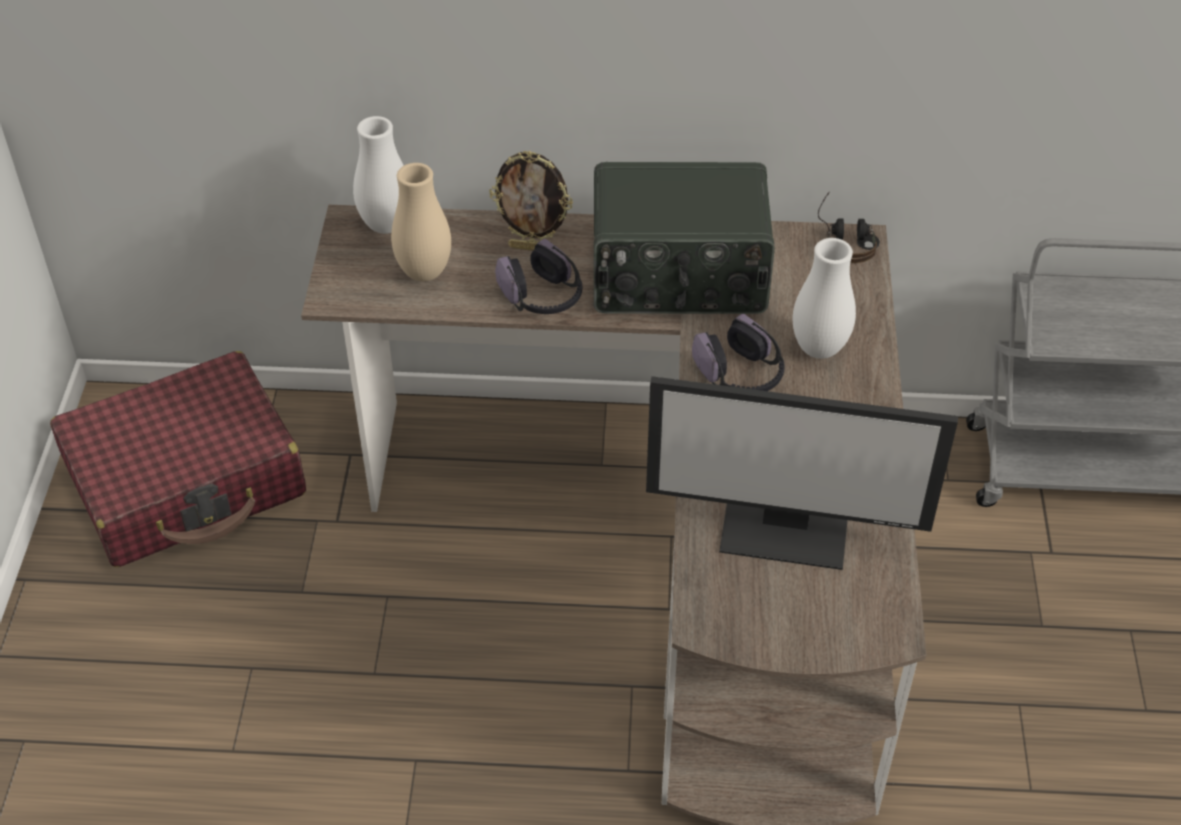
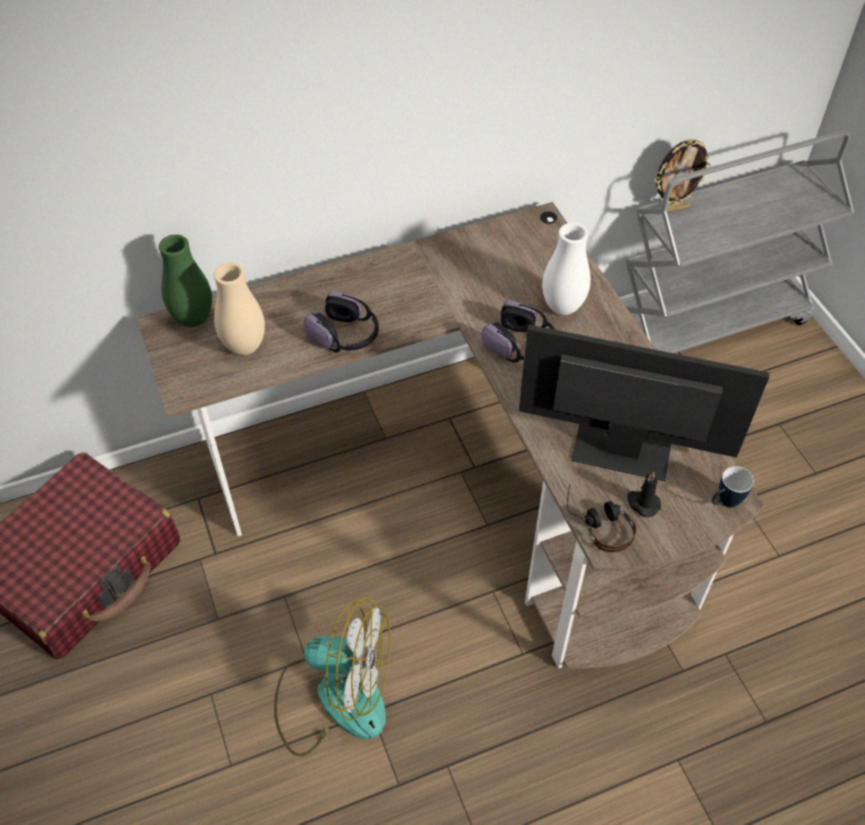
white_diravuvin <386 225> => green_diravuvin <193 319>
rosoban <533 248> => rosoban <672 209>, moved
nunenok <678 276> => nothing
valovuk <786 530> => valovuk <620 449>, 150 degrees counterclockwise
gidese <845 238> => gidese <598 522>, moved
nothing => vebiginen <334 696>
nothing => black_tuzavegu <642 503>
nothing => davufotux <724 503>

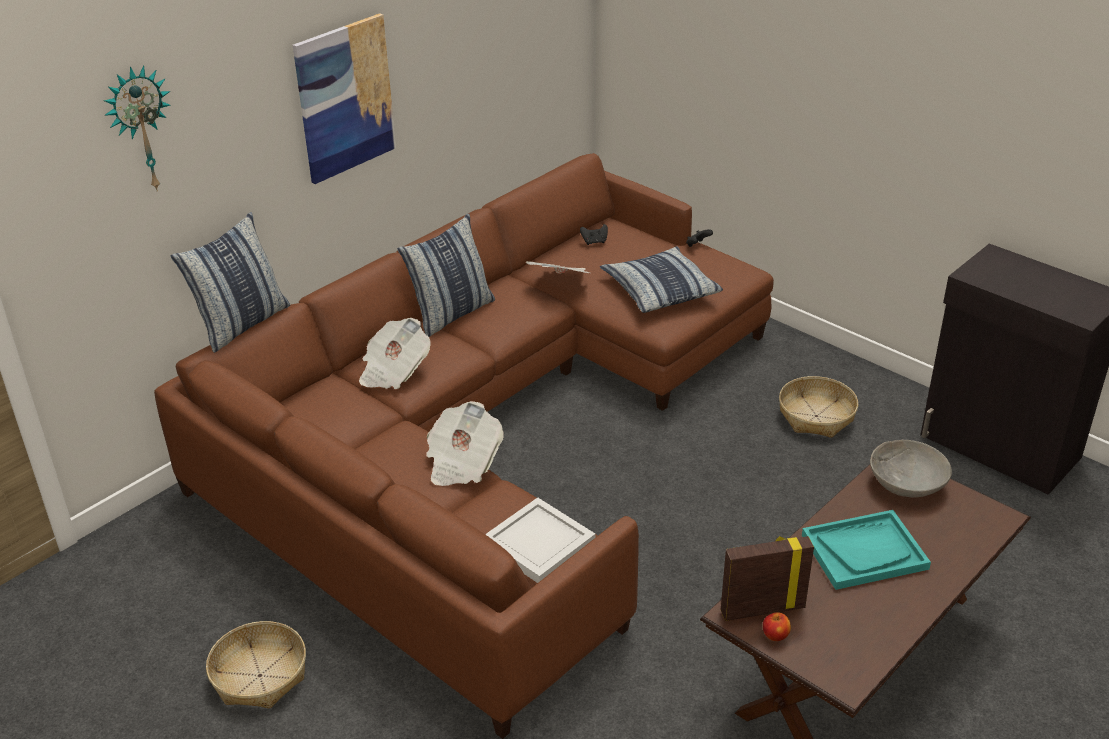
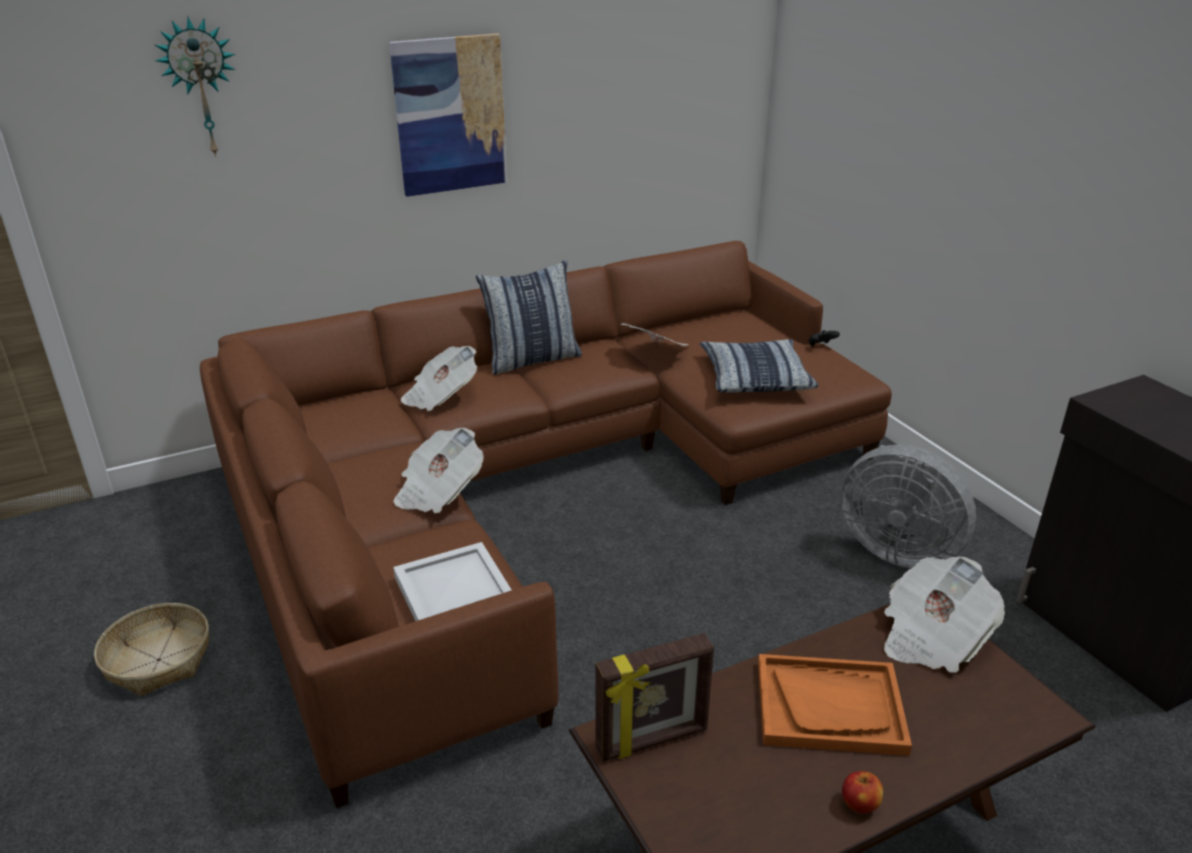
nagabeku <242 324> => nothing
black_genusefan <594 242> => nothing
rosoban <762 608> => rosoban <652 740>, 150 degrees clockwise
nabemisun <775 636> => nabemisun <859 804>, moved
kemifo <816 416> => grey_vebiginen <897 549>
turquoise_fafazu <864 552> => orange_fafazu <830 707>
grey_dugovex <906 483> => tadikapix <931 637>

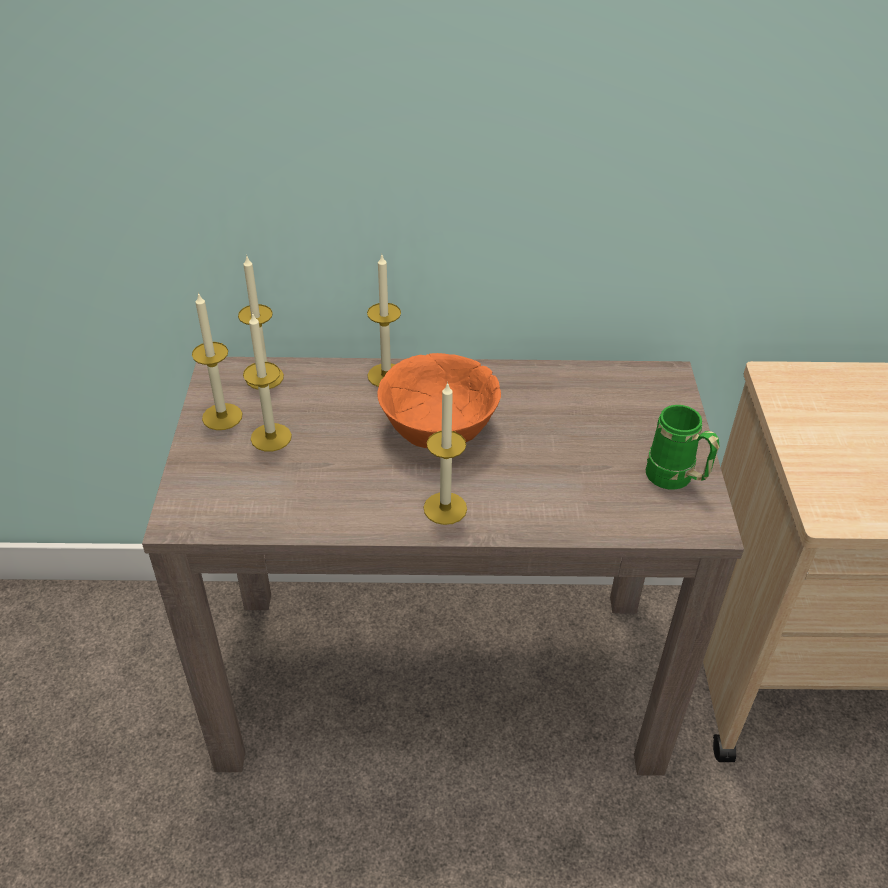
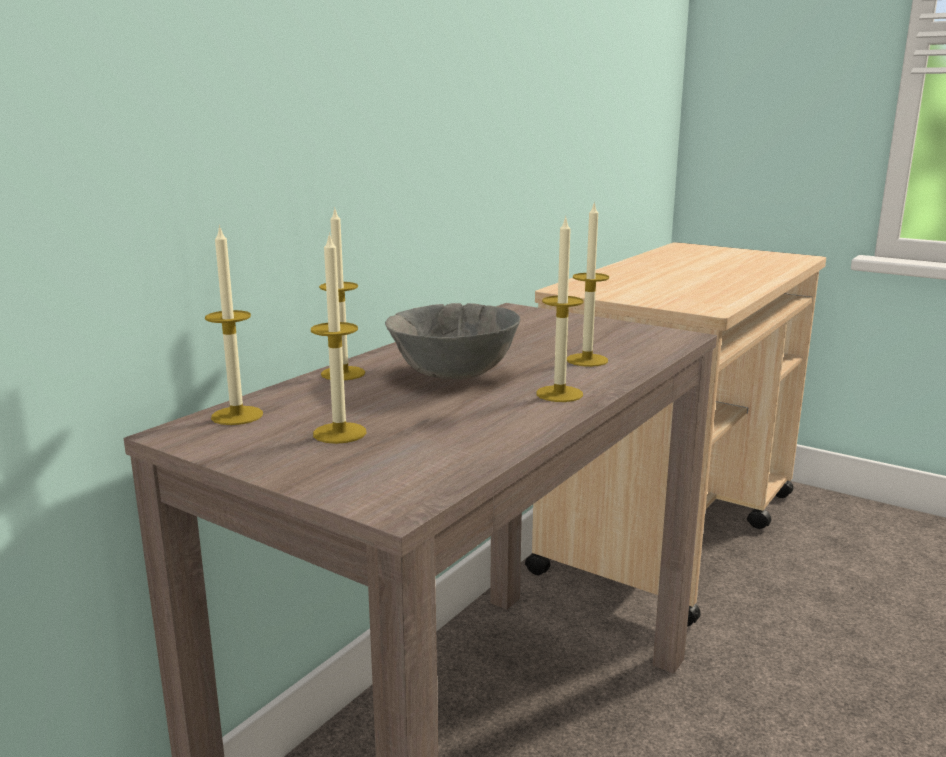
tuzavegu <222 416> => tuzavegu <587 360>, moved
orange_dugovex <437 430> => grey_dugovex <453 374>
green_davufotux <675 480> => nothing

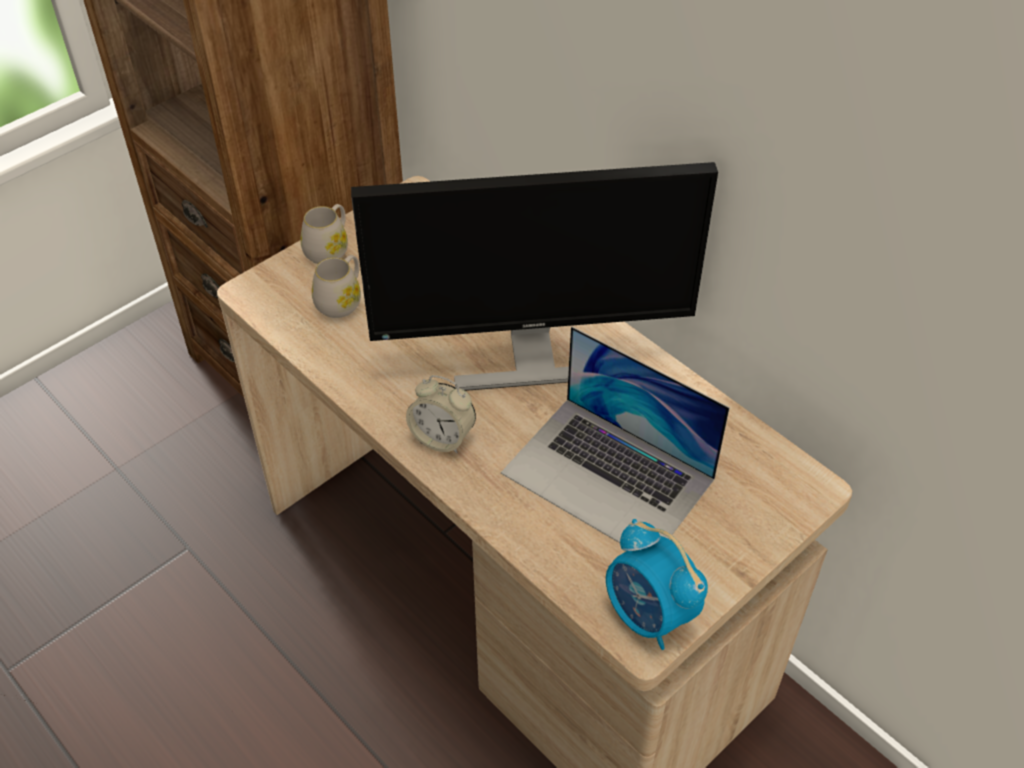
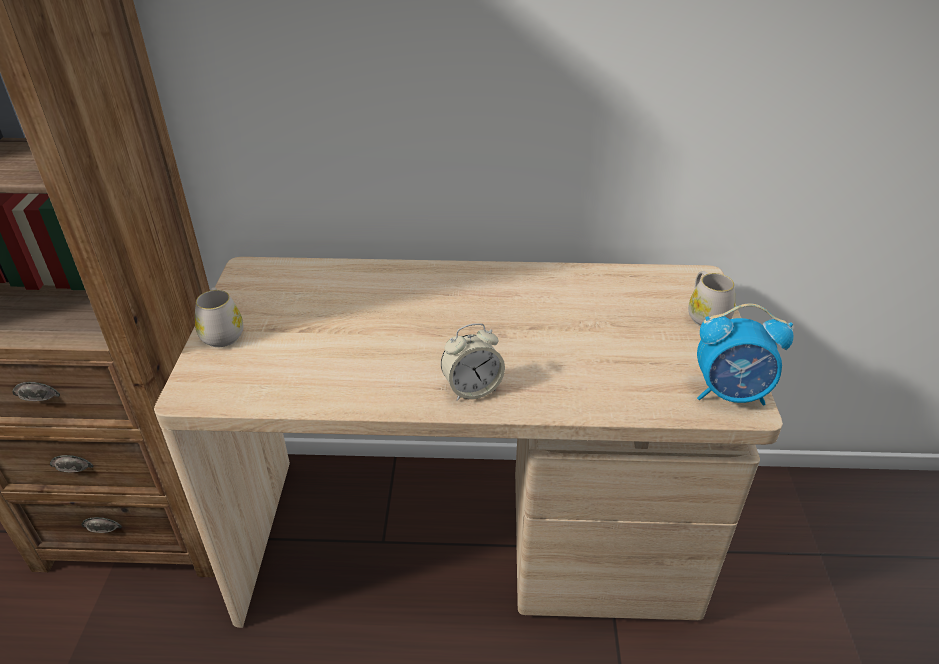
white_davufotux <342 301> => white_davufotux <705 315>, moved
valovuk <531 358> => nothing
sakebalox <608 476> => nothing

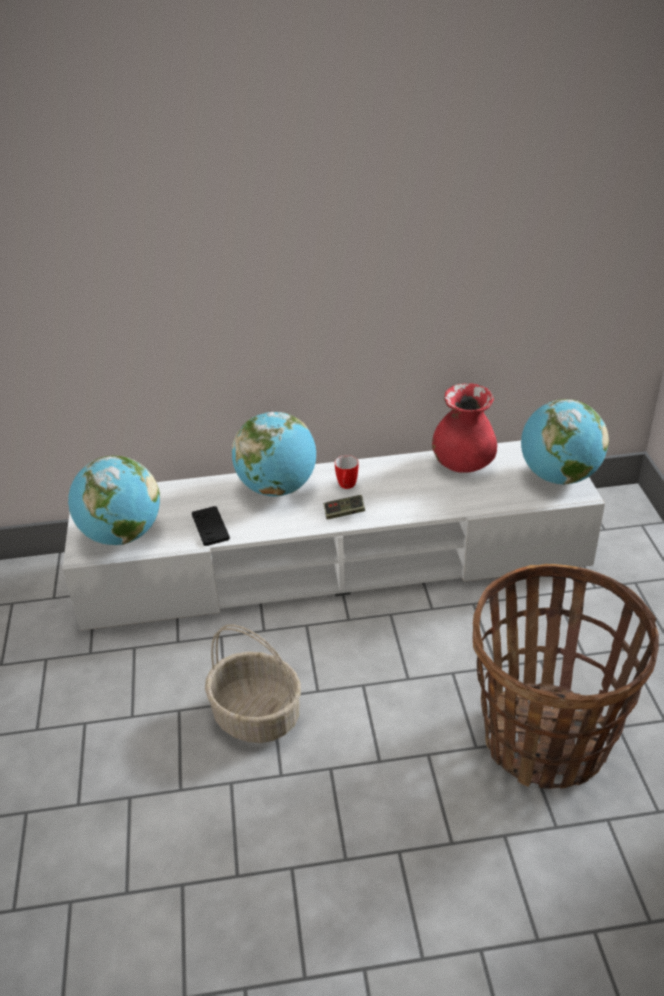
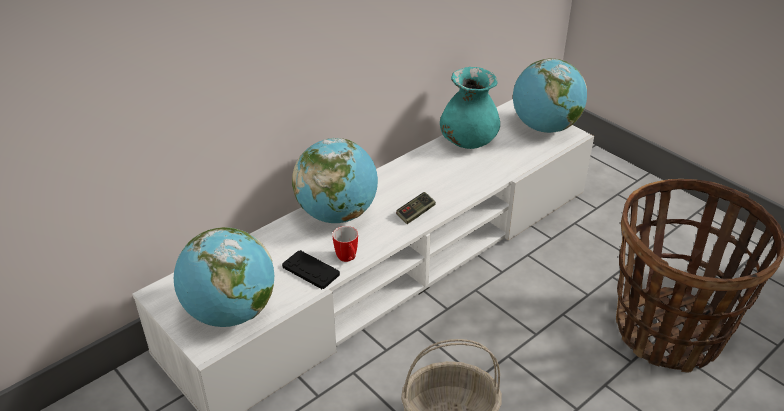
davufotux <346 487> => davufotux <348 259>, moved
red_diravuvin <463 464> => turquoise_diravuvin <468 142>

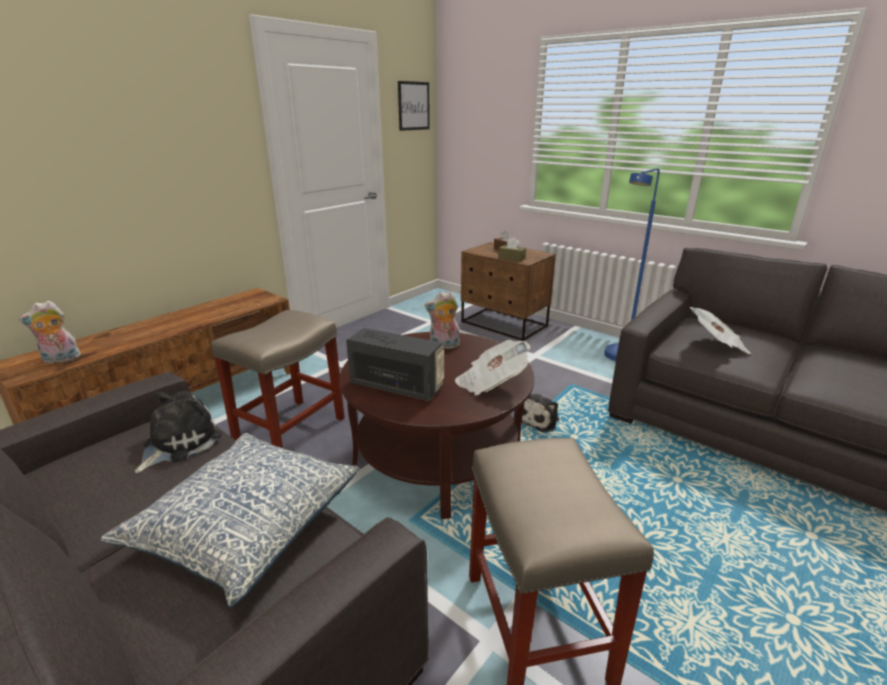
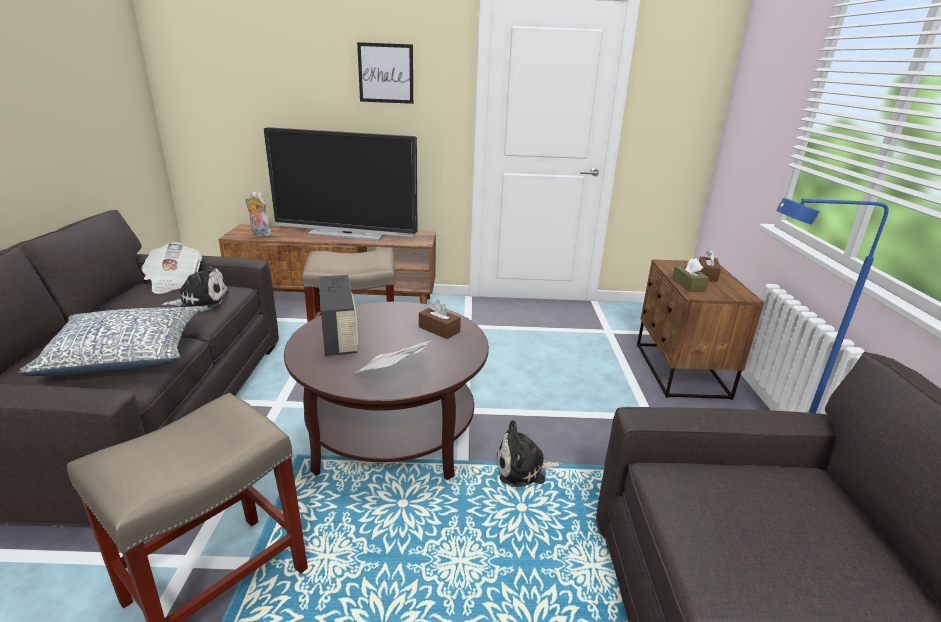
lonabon <413 106> => lonabon <386 73>, moved
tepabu <444 346> => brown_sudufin <439 329>
tadikapix <716 344> => tadikapix <174 282>, moved
nothing => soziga <347 234>

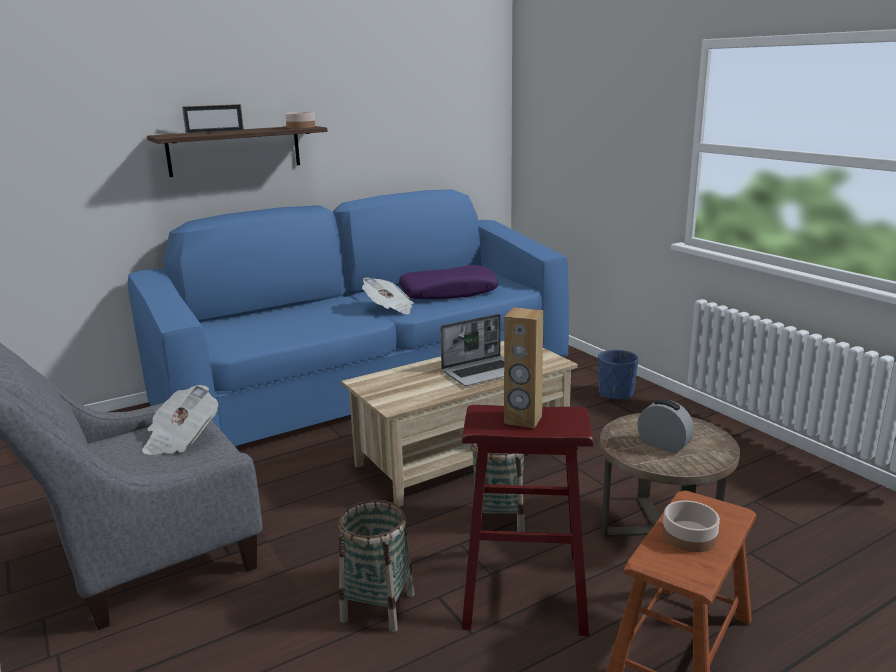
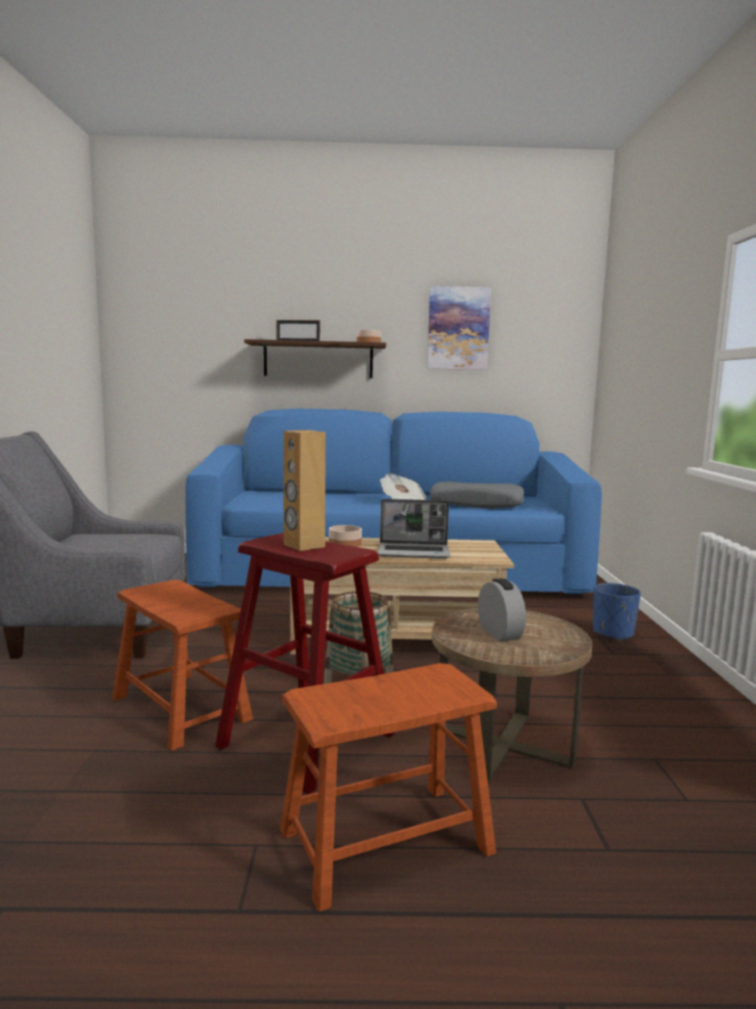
tadikapix <181 439> => nothing
kemifo <378 607> => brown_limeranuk <180 708>
purple_nagabeku <448 293> => grey_nagabeku <476 504>
dugovex <688 536> => dugovex <344 543>, moved
nothing => lonabon <458 328>

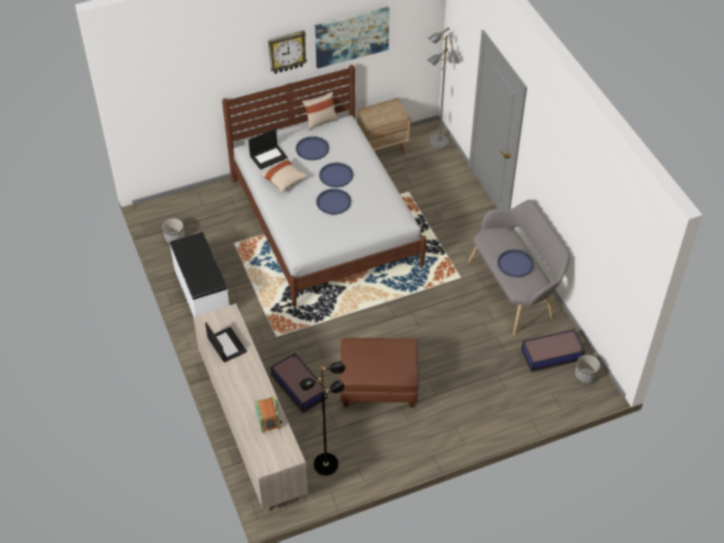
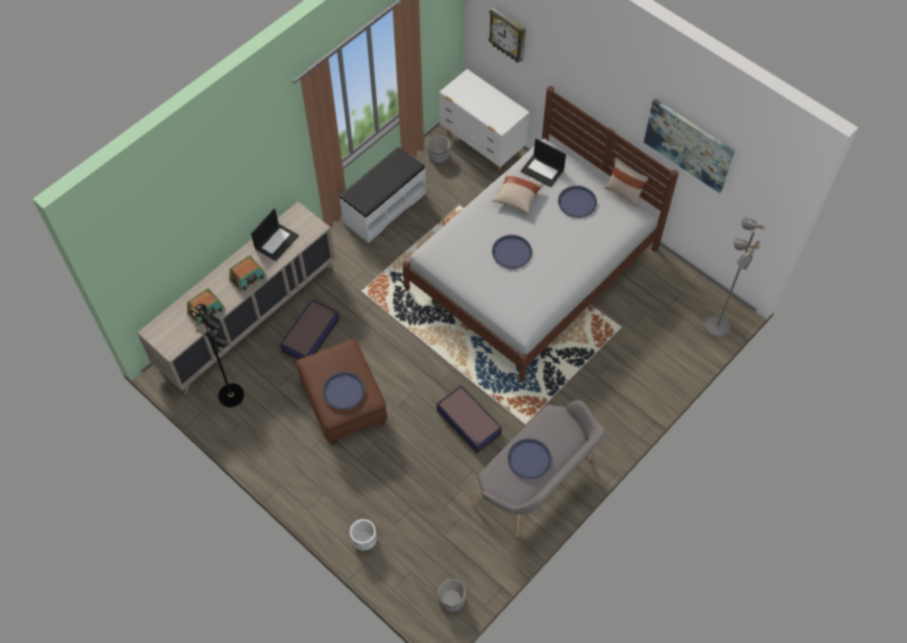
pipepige <287 51> => pipepige <508 35>, moved
blue_fafazu <336 175> => blue_fafazu <343 391>, moved
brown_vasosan <383 147> => nothing
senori <552 355> => senori <469 423>, moved
nothing => nunenok <248 278>
nothing => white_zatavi <364 540>
nothing => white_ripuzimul <483 145>

